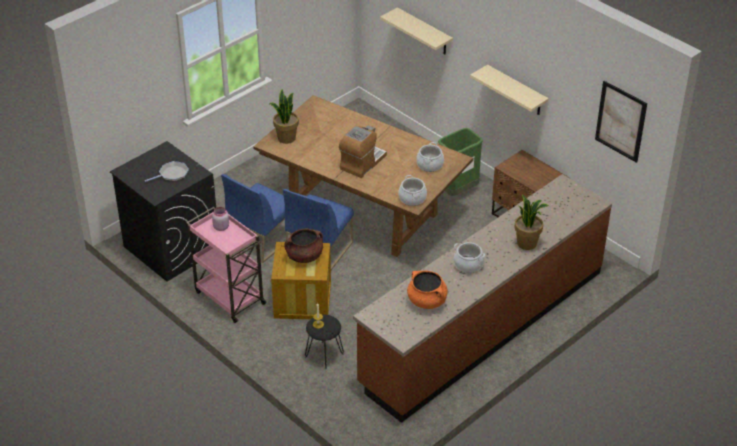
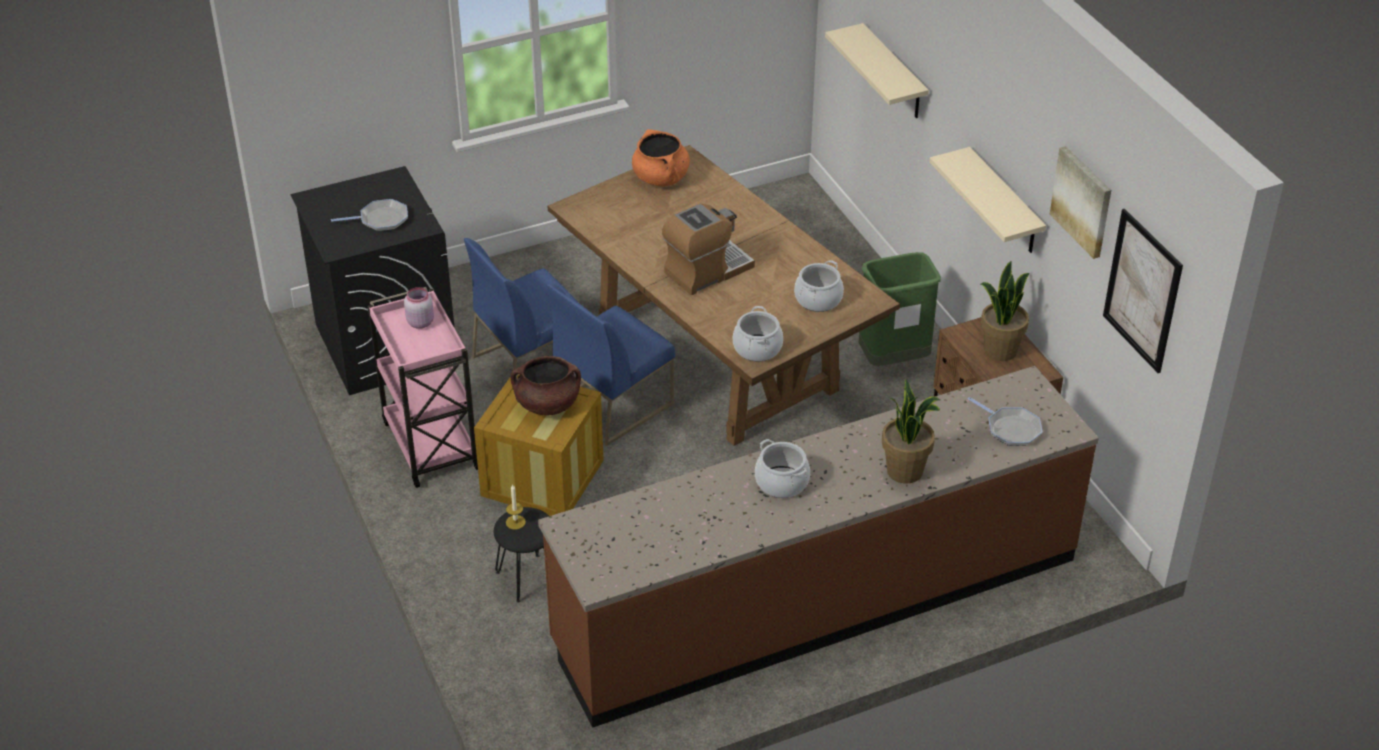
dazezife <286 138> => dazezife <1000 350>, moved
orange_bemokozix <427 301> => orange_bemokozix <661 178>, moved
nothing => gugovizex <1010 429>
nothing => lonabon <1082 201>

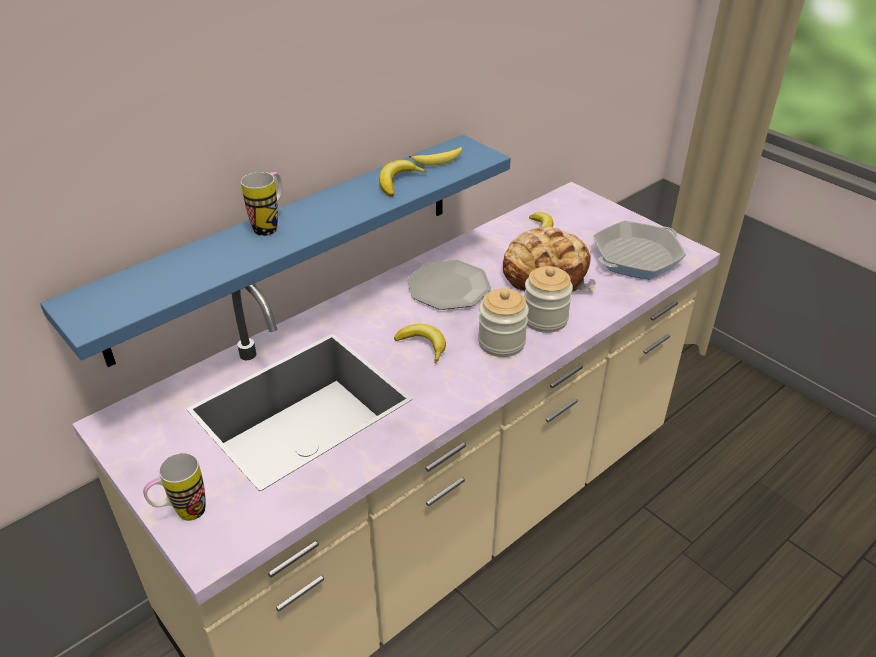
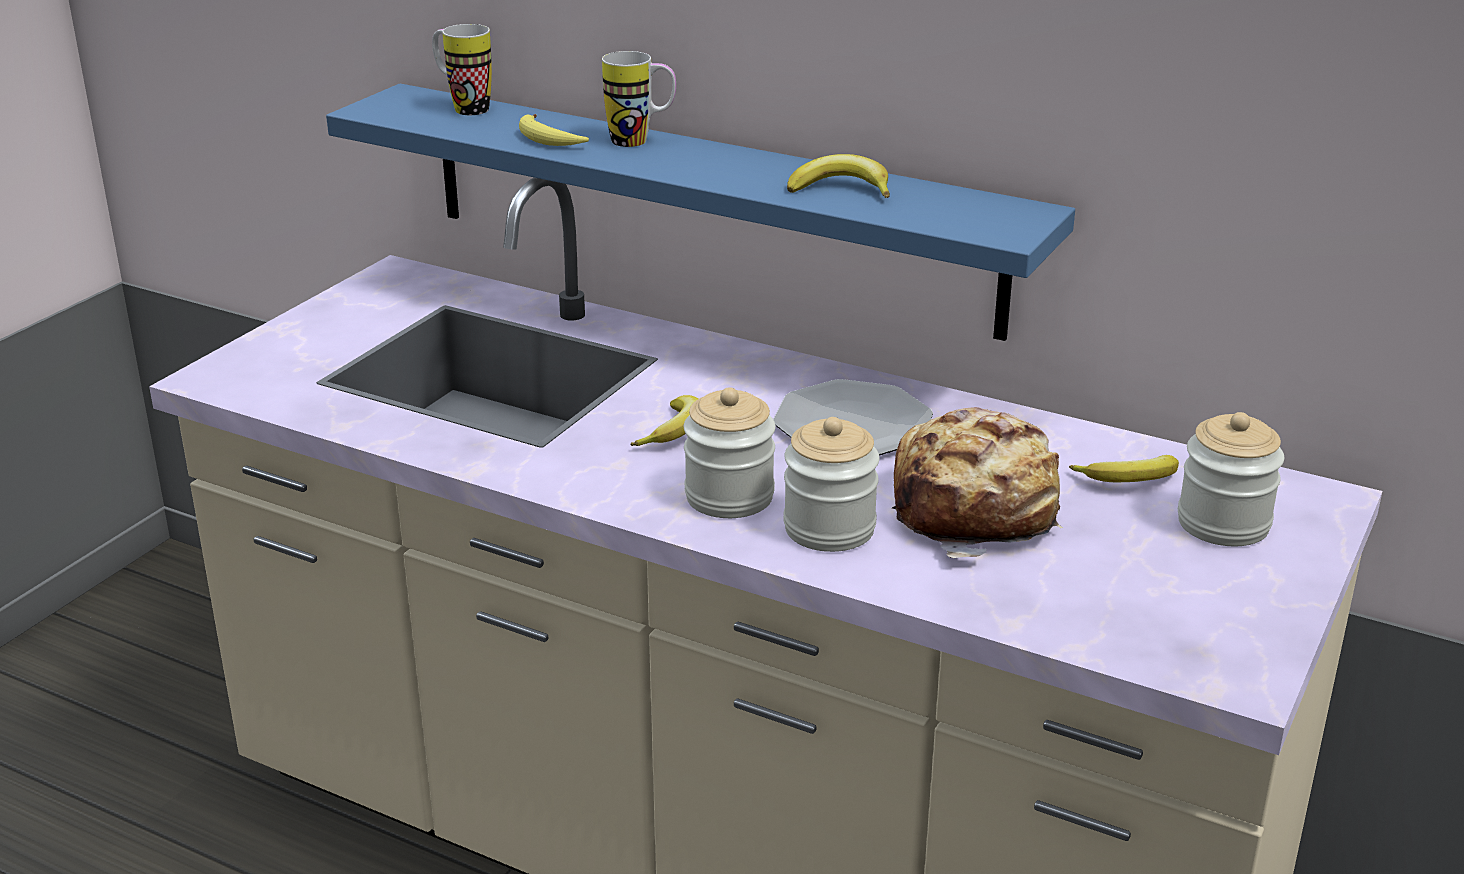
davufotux <182 514> => davufotux <463 108>, moved
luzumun <438 161> => luzumun <549 140>, moved
gugovizex <636 257> => nothing
nothing => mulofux <1223 523>

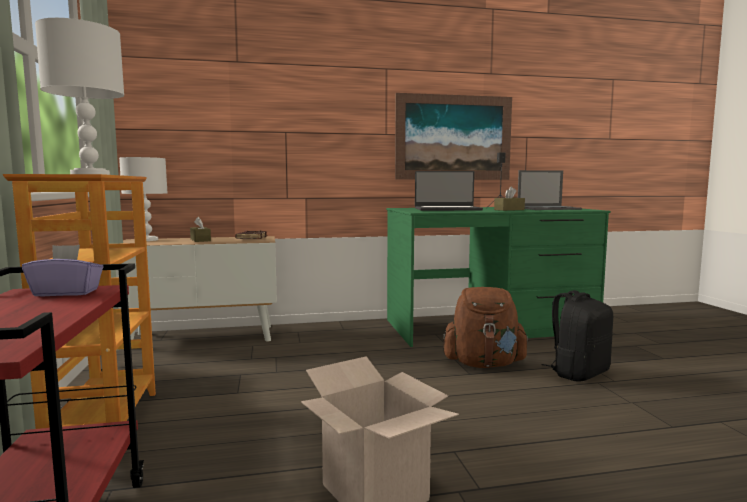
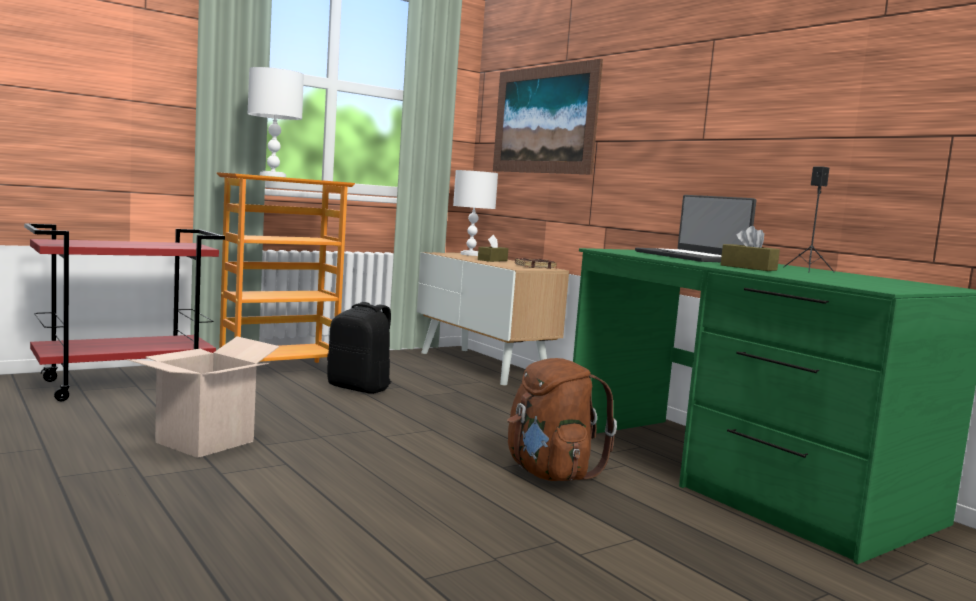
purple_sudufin <67 292> => nothing
lonabon <453 137> => lonabon <544 120>, moved
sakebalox <549 208> => nothing
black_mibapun <578 373> => black_mibapun <360 388>, moved

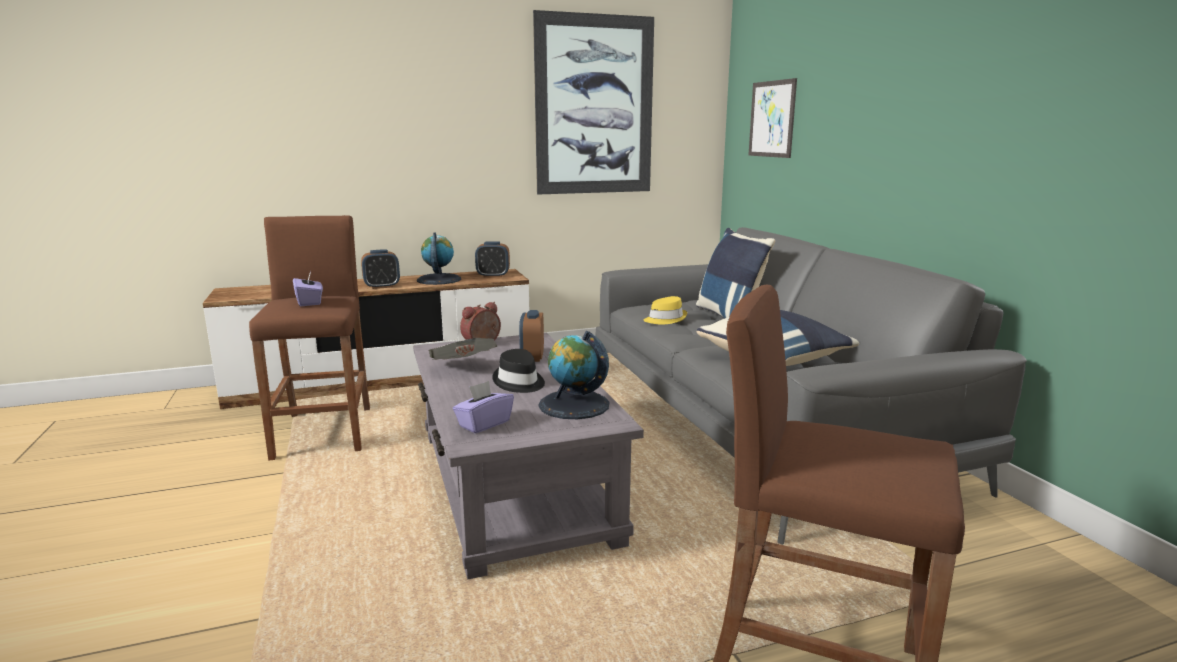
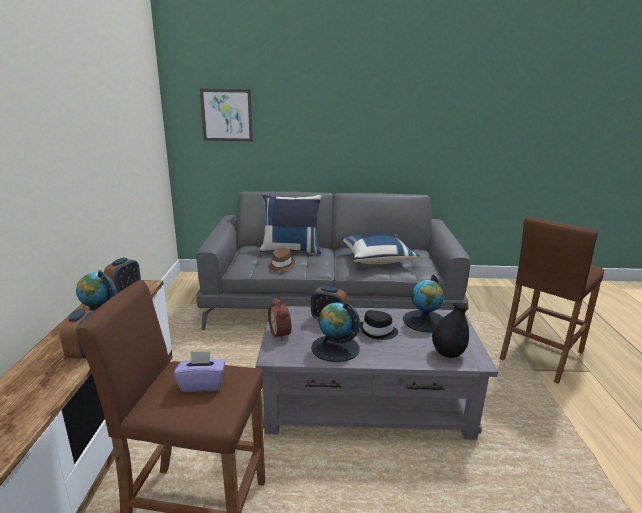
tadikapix <463 368> => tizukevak <335 348>
purple_sudufin <484 424> => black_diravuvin <448 353>
lonabon <594 106> => nothing
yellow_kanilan <665 319> => brown_kanilan <280 265>

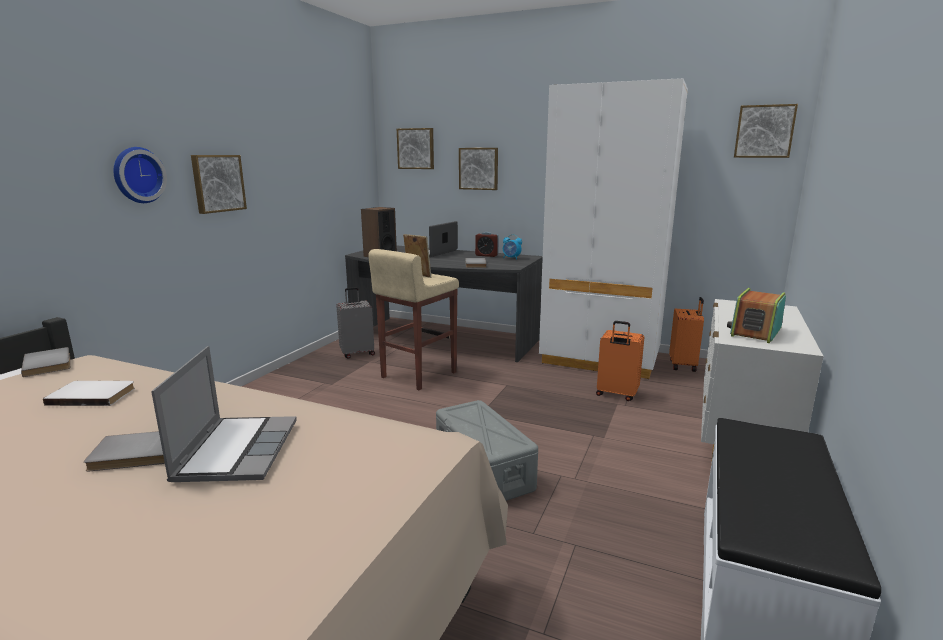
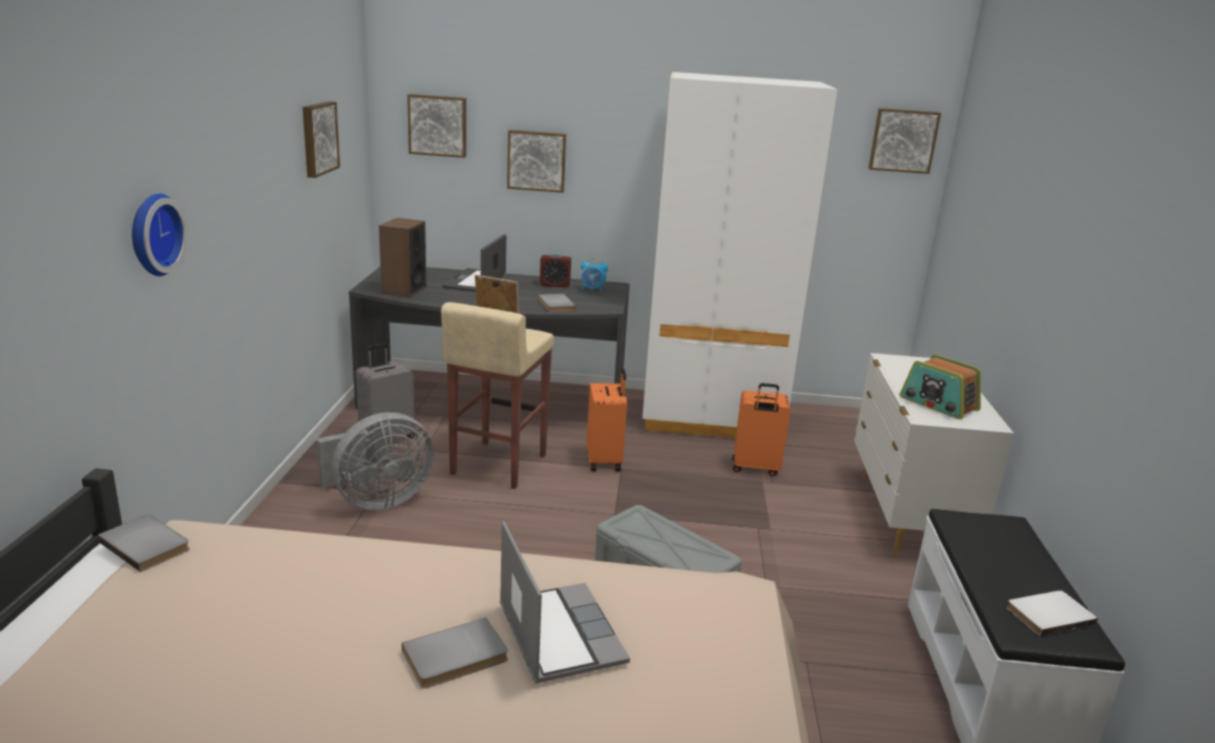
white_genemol <93 395> => white_genemol <1047 614>, moved
lonabon <217 183> => lonabon <318 138>, moved
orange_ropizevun <683 365> => orange_ropizevun <605 461>, moved
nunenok <755 332> => nunenok <938 404>, 60 degrees counterclockwise
nothing => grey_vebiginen <377 500>

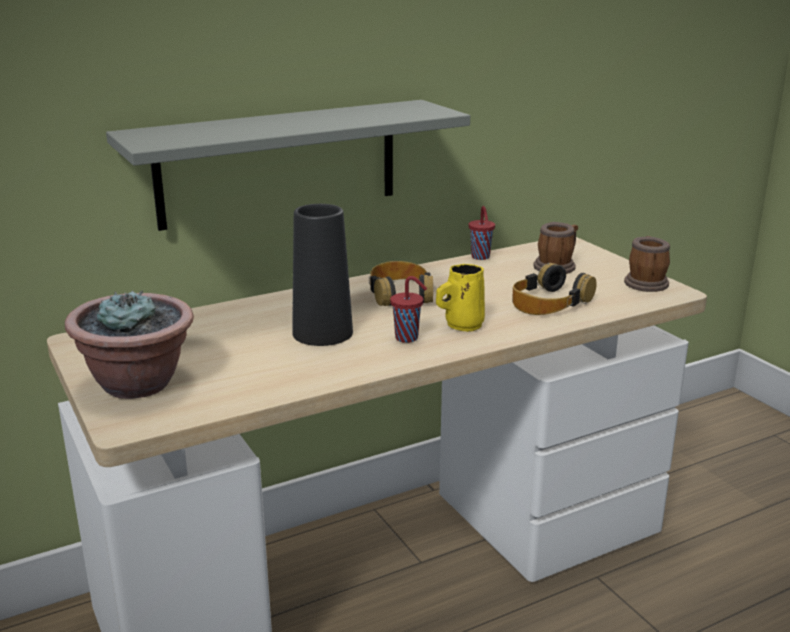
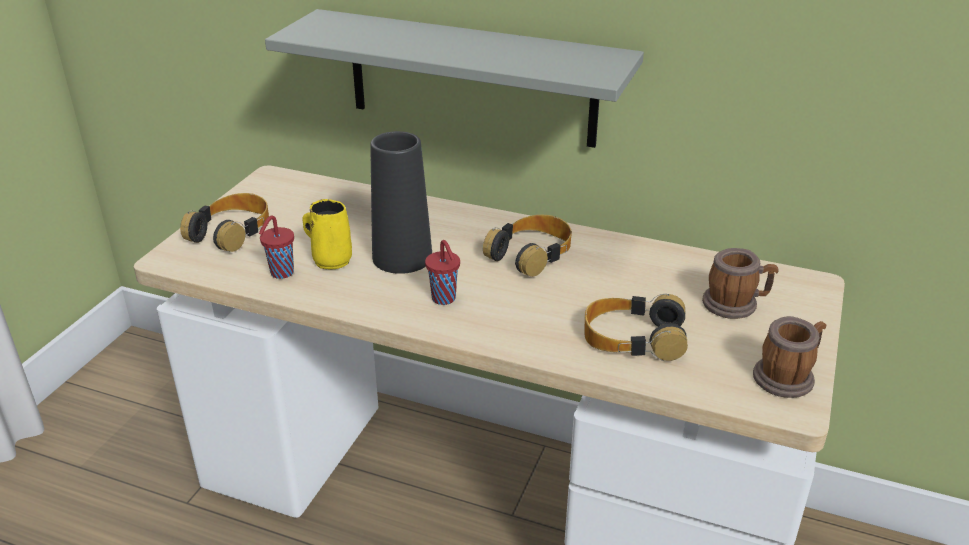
dazezife <138 383> => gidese <231 231>
yellow_davufotux <462 325> => yellow_davufotux <330 259>, moved
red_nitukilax <480 257> => red_nitukilax <281 273>, moved

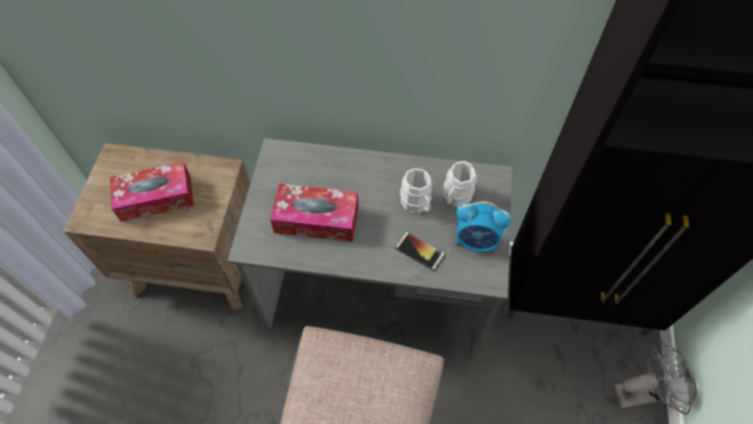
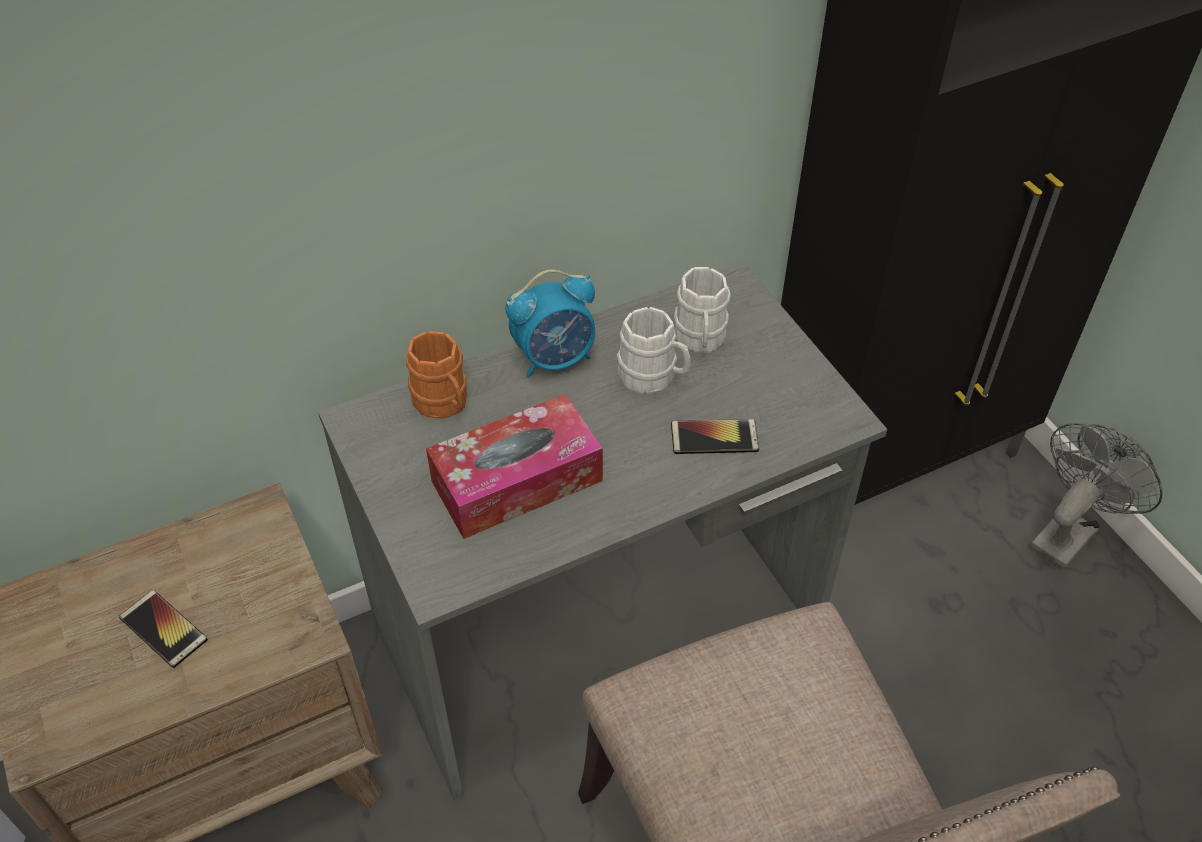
sudufin <156 198> => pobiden <163 629>
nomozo <476 241> => nomozo <555 359>, moved
nothing => orange_davufotux <444 404>

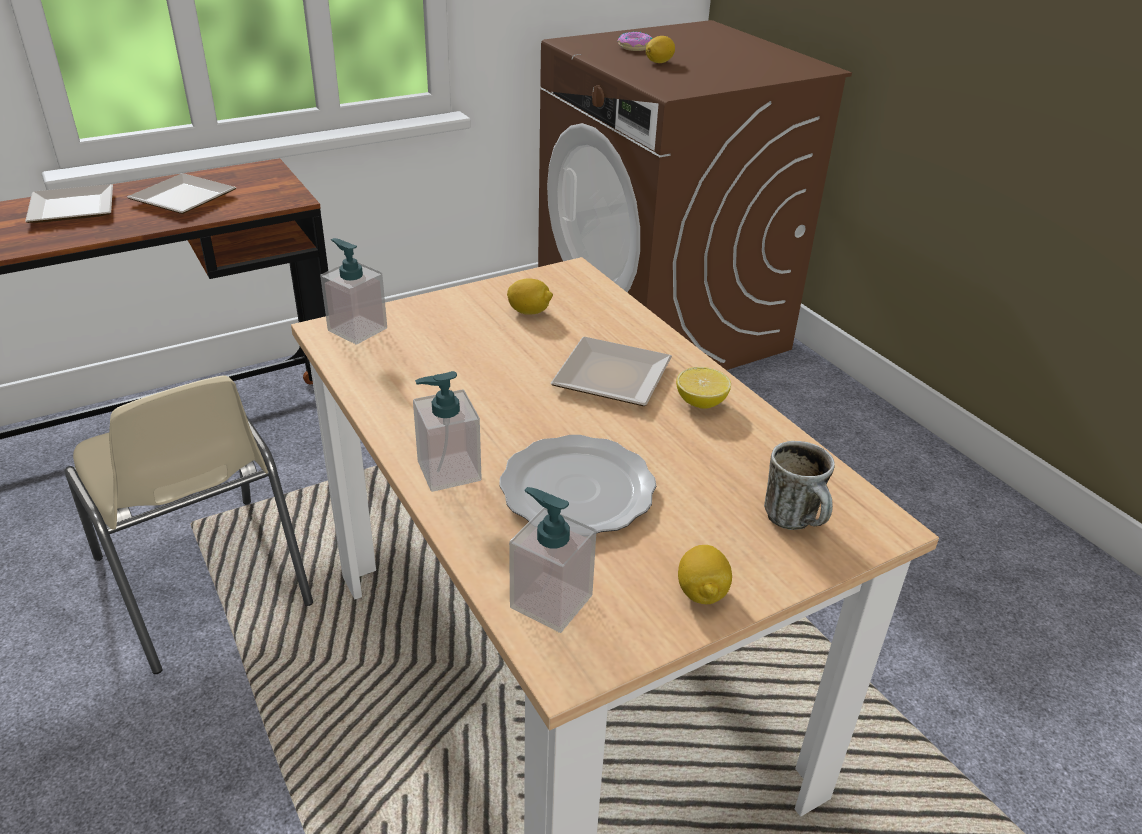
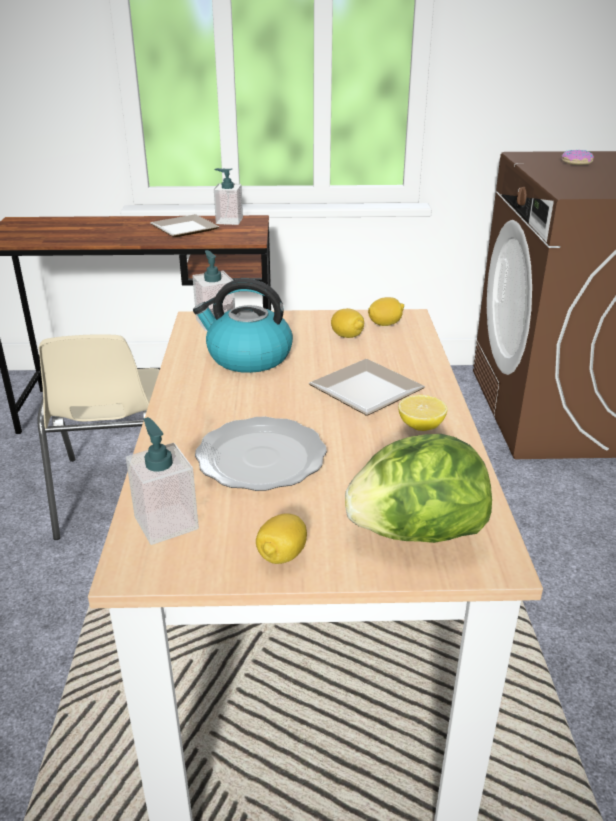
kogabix <70 208> => nothing
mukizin <448 471> => mukizin <229 221>, moved
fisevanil <659 62> => fisevanil <385 324>, moved
davufotux <797 522> => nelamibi <415 533>
nothing => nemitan <248 357>

